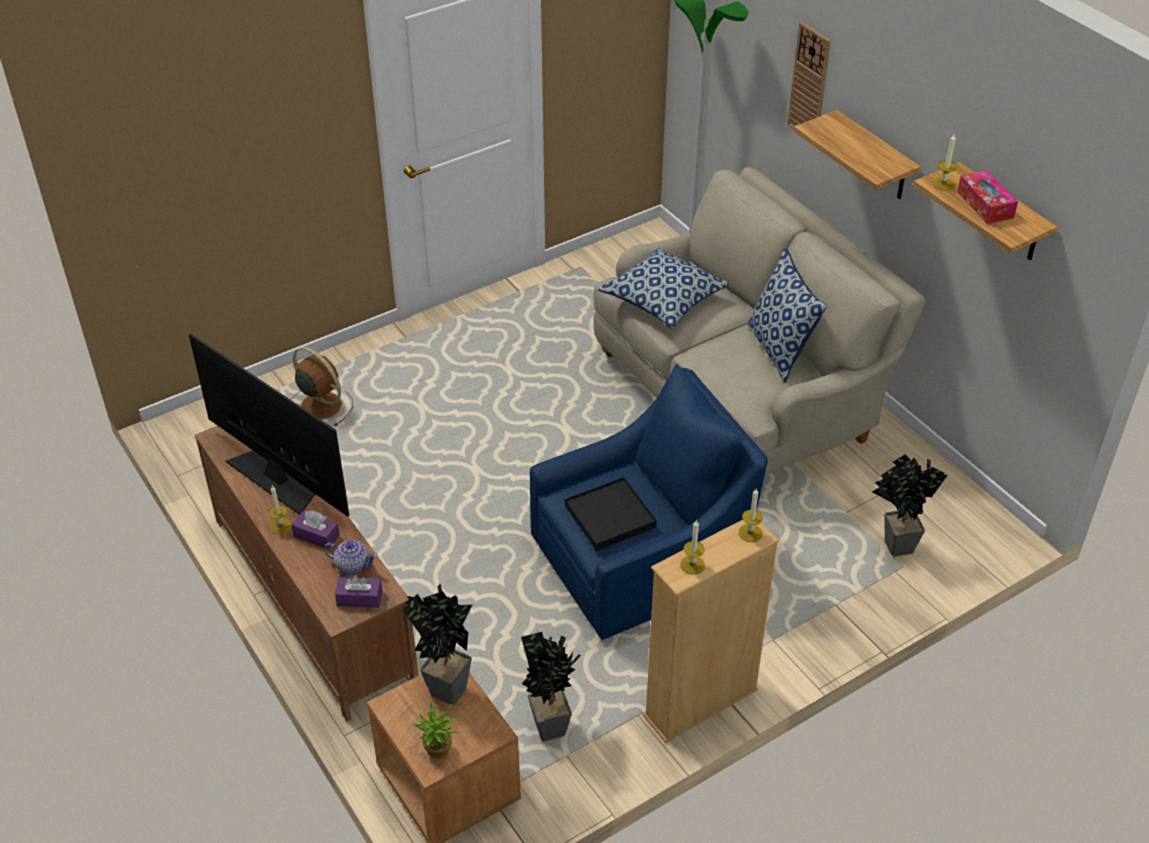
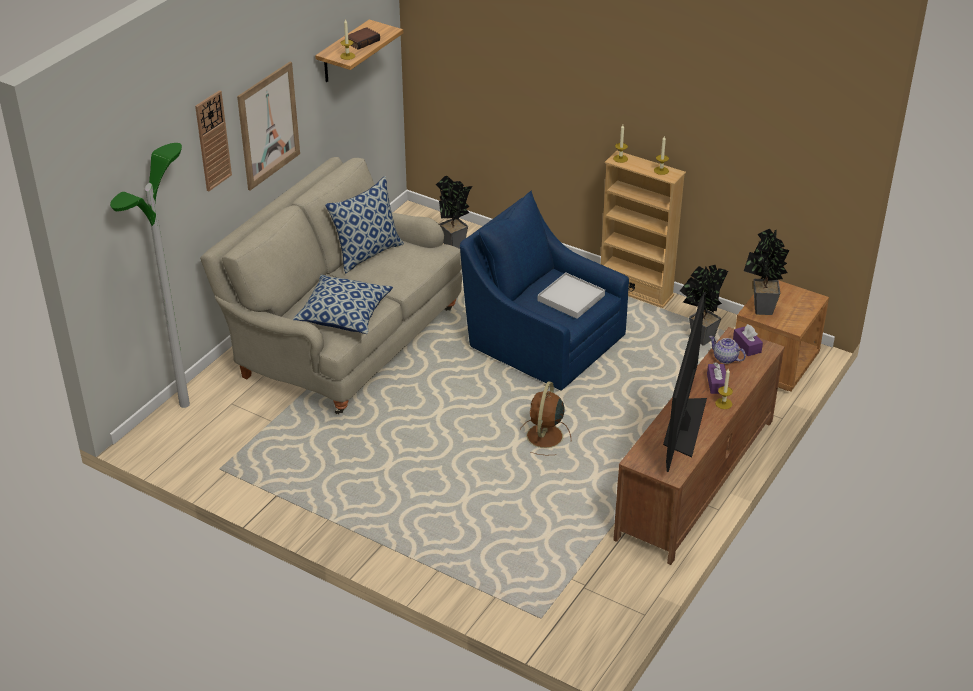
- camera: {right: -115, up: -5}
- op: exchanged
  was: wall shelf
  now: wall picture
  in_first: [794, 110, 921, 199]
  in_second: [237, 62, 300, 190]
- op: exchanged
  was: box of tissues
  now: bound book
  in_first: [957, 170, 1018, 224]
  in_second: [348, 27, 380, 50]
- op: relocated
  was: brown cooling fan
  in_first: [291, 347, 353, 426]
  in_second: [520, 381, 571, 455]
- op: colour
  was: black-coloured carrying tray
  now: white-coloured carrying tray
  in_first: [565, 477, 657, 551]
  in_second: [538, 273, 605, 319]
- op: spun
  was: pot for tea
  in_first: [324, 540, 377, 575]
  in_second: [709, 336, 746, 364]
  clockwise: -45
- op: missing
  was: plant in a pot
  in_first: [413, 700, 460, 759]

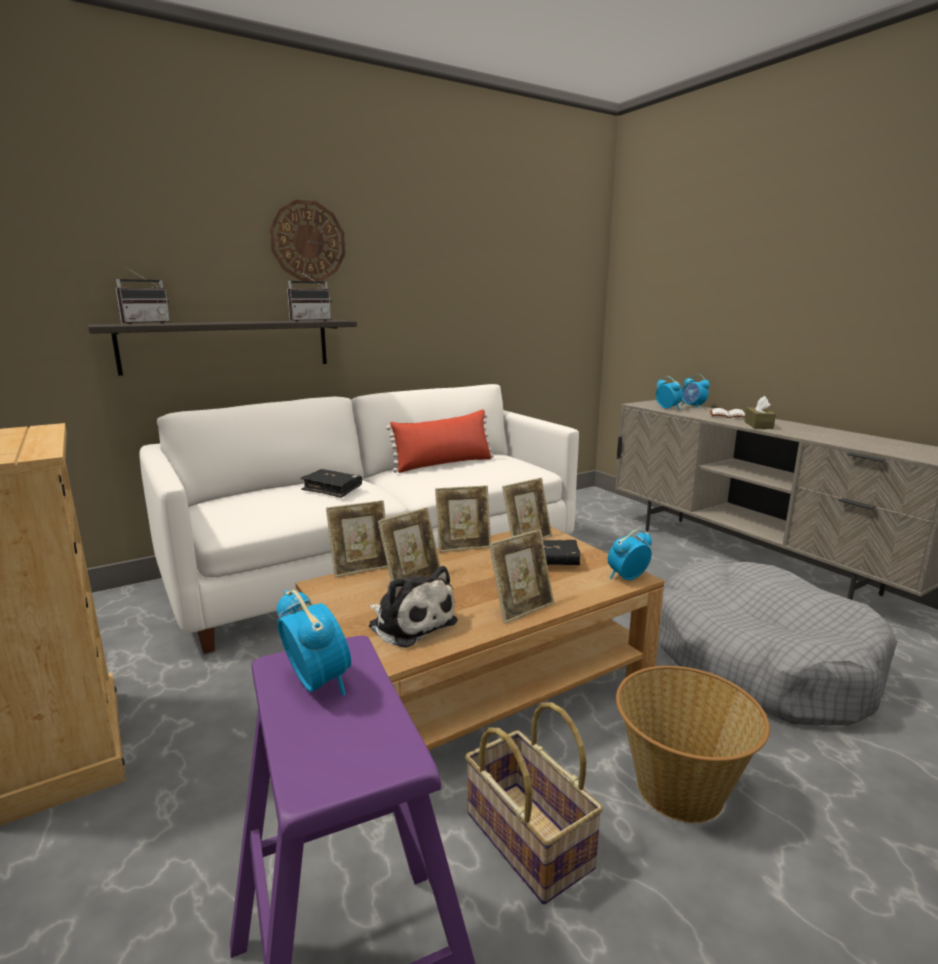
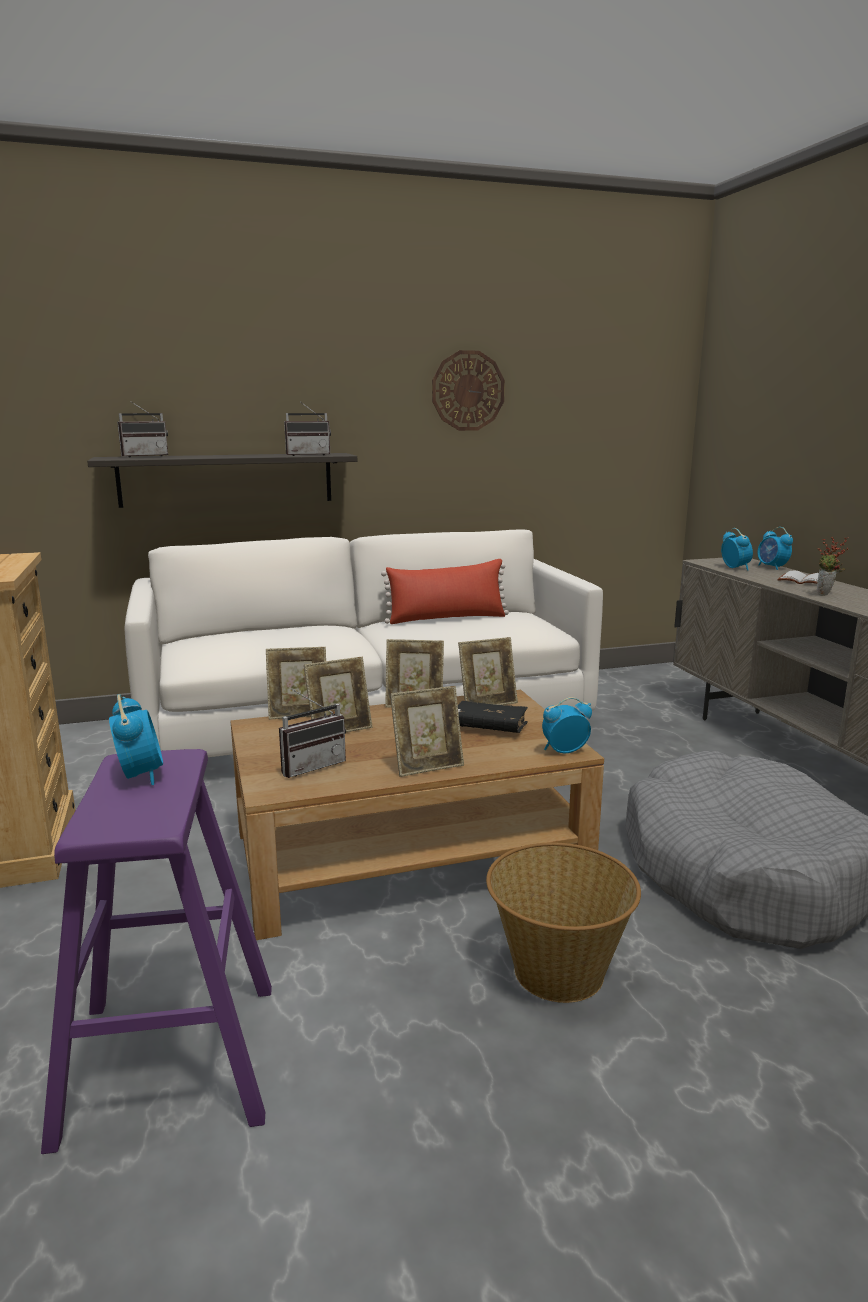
- camera: {right: 15, up: 0}
- op: exchanged
  was: plush toy
  now: radio receiver
  in_first: [369, 566, 458, 648]
  in_second: [279, 689, 346, 778]
- op: relocated
  was: hanging clock
  in_first: [270, 200, 345, 281]
  in_second: [432, 350, 505, 431]
- op: exchanged
  was: brown box of tissues
  now: plant in a pot
  in_first: [744, 396, 776, 429]
  in_second: [817, 537, 849, 596]
- op: missing
  was: black-coloured bound book
  in_first: [300, 469, 362, 498]
- op: missing
  was: storage basket
  in_first: [465, 702, 603, 905]

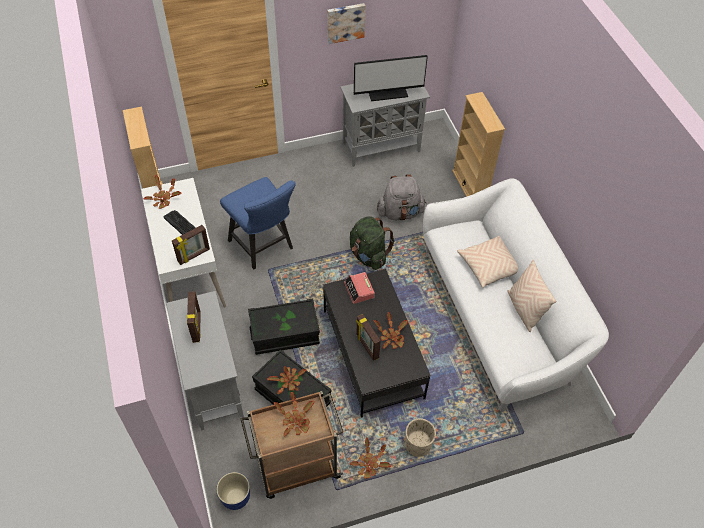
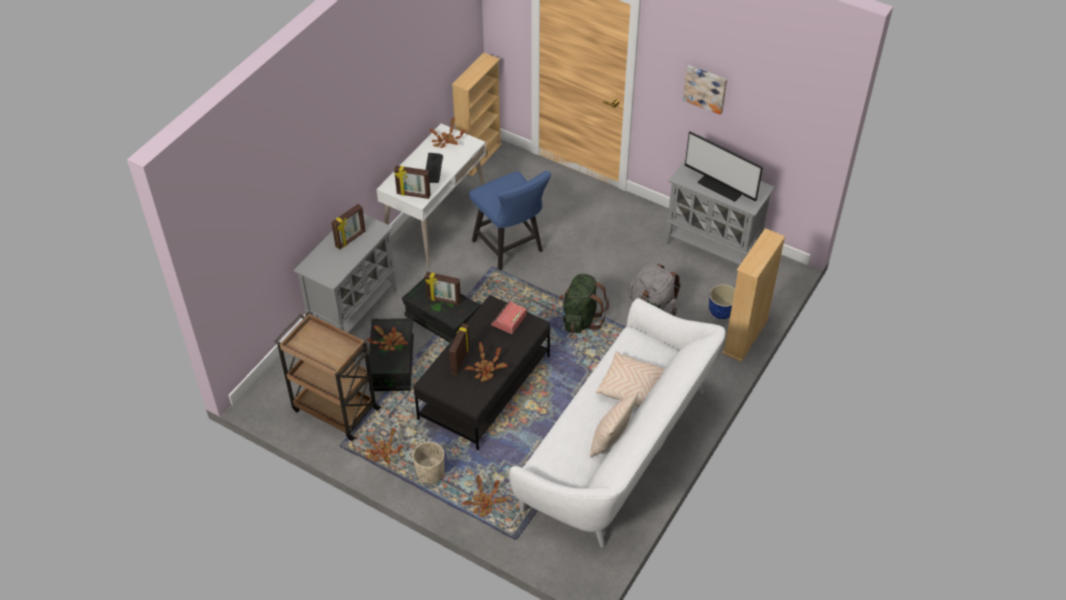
- camera: {right: 50, up: -5}
- op: appeared
  now: standing frame
  in_second: [425, 272, 461, 306]
- op: relocated
  was: plant in a pot
  in_first: [274, 392, 315, 436]
  in_second: [463, 475, 507, 517]
- op: spun
  was: blue-coloured chair
  in_first: [220, 177, 296, 269]
  in_second: [469, 171, 551, 270]
  clockwise: -45
- op: relocated
  was: plant pot
  in_first: [216, 472, 250, 510]
  in_second: [709, 284, 735, 319]

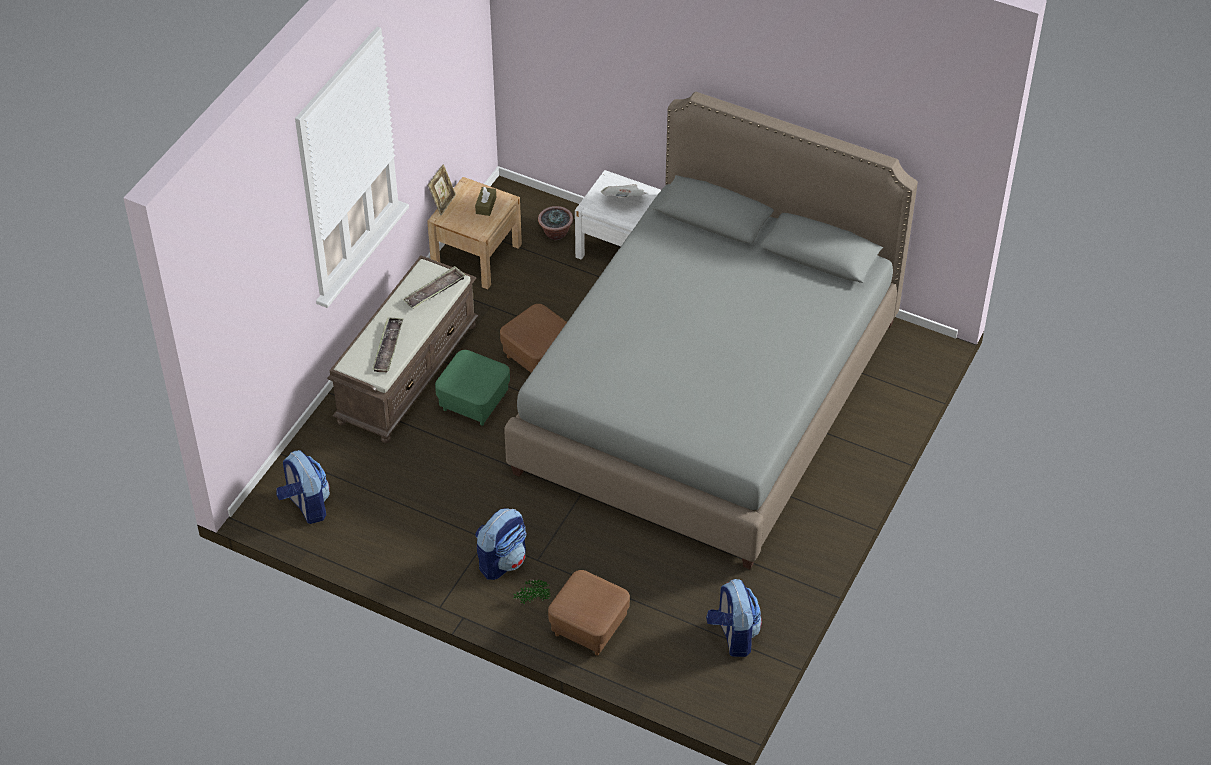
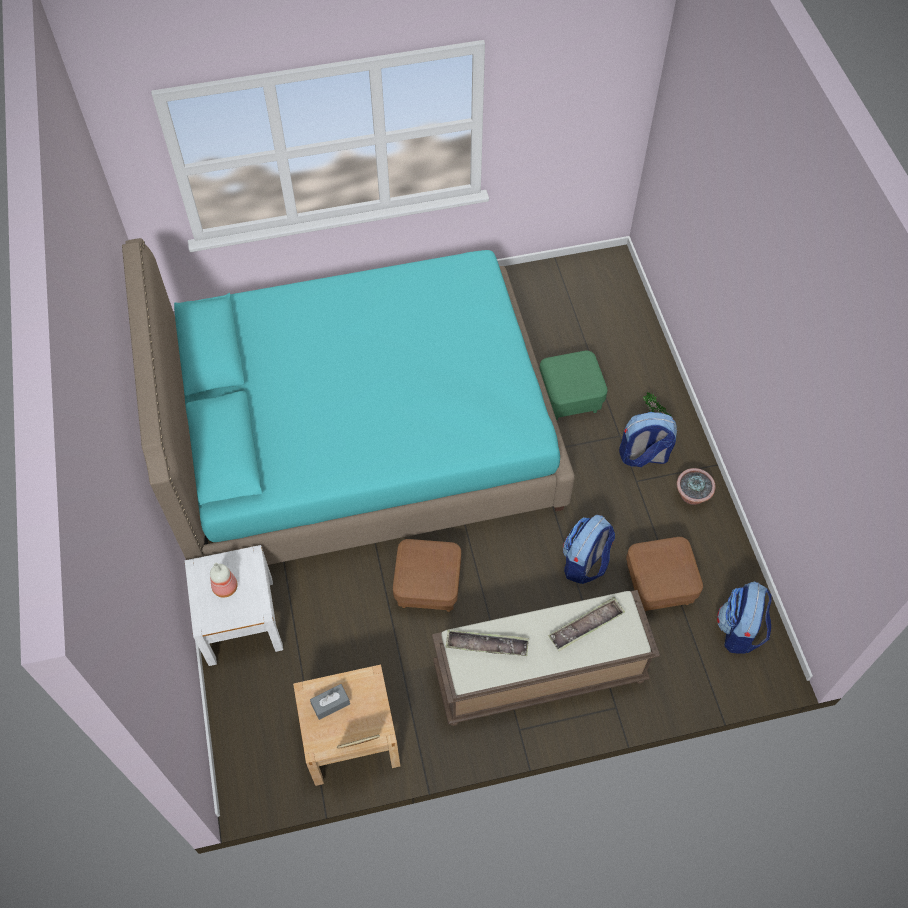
- camera: {right: -130, up: 10}
- op: colour
  was: greyish sleeping bed
  now: blue-green sleeping bed
  in_first: [504, 92, 918, 569]
  in_second: [122, 238, 575, 565]
- op: exchanged
  was: printed paper
  now: bottle
  in_first: [601, 184, 646, 198]
  in_second: [210, 563, 238, 598]
- op: colour
  was: brown box of tissues
  now: greyish box of tissues
  in_first: [475, 187, 496, 216]
  in_second: [310, 684, 350, 720]
- op: relocated
  was: green-coloured pouffe
  in_first: [435, 350, 510, 426]
  in_second: [539, 350, 608, 420]
- op: relocated
  was: knapsack
  in_first: [706, 579, 762, 657]
  in_second: [563, 515, 615, 584]
- op: relocated
  was: brown pouffe
  in_first: [548, 570, 630, 655]
  in_second: [626, 537, 703, 611]
- op: relocated
  was: plant in a pot
  in_first: [538, 206, 573, 240]
  in_second: [677, 468, 716, 505]

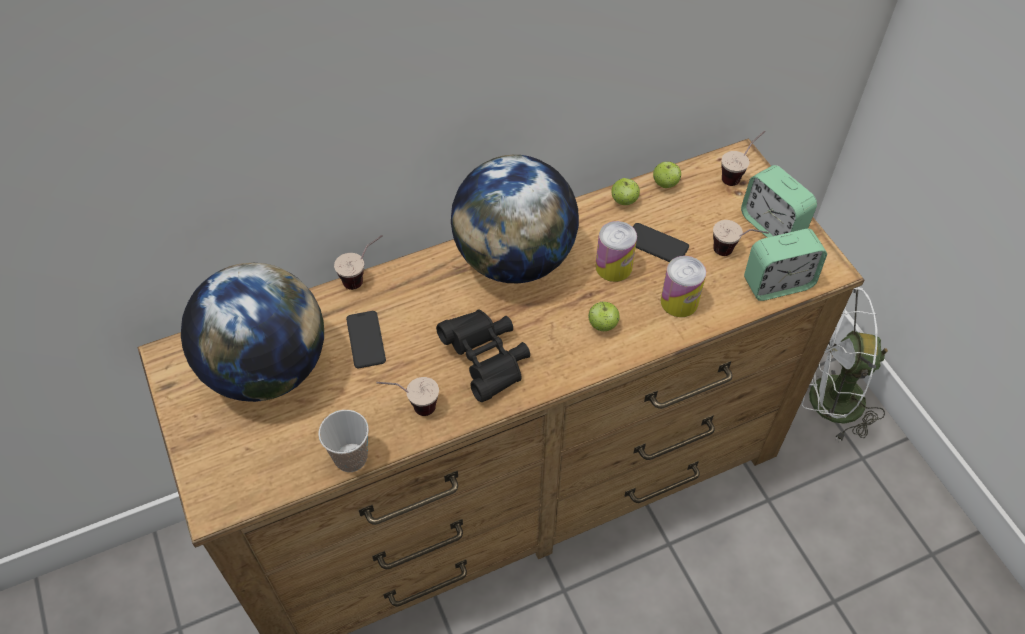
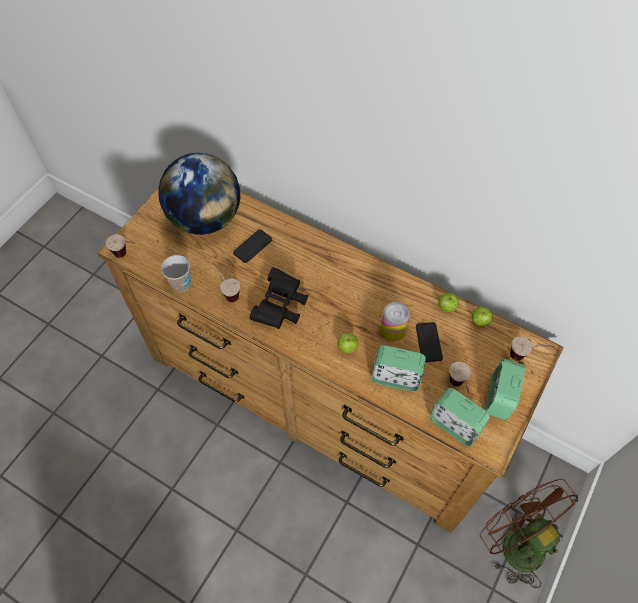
- camera: {right: 55, up: 5}
- op: relocated
  was: drinking cup
  in_first: [334, 235, 383, 290]
  in_second: [106, 234, 134, 258]
- op: exchanged
  was: sealed can
  now: alarm clock
  in_first: [661, 256, 706, 317]
  in_second: [372, 345, 426, 392]
- op: colour
  was: white-coloured cooling fan
  now: brown cooling fan
  in_first: [801, 287, 888, 443]
  in_second: [480, 479, 578, 588]
- op: missing
  was: desk globe
  in_first: [451, 155, 579, 283]

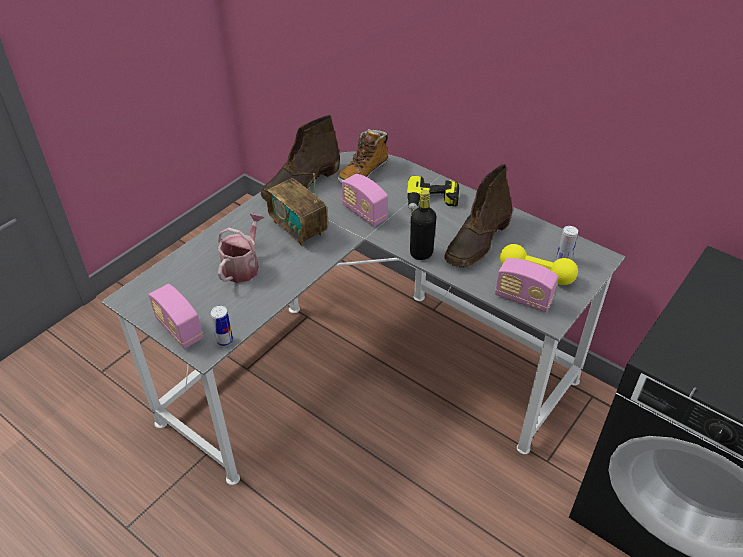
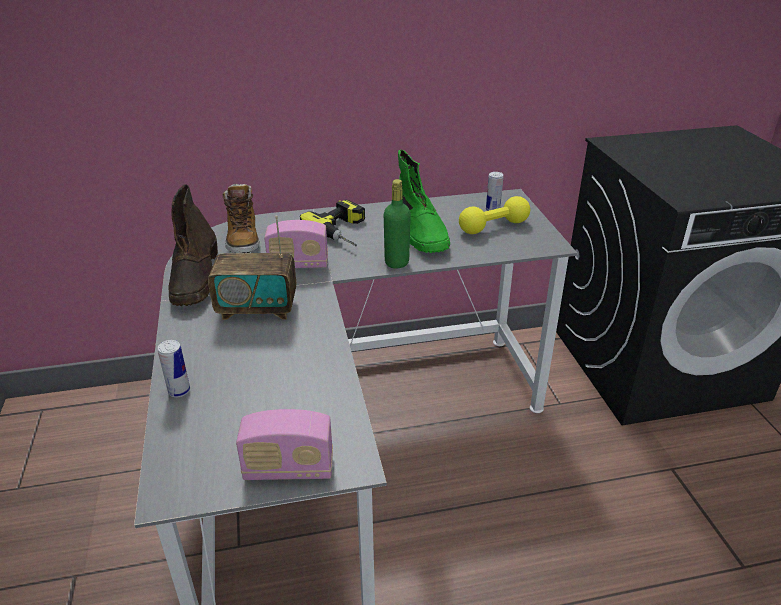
- camera: {right: -50, up: -10}
- op: relocated
  was: sealed can
  in_first: [211, 306, 233, 346]
  in_second: [158, 340, 190, 398]
- op: colour
  was: black-coloured bottle
  now: green-coloured bottle
  in_first: [410, 190, 437, 260]
  in_second: [384, 179, 411, 269]
- op: colour
  was: brown tall boot
  now: green-coloured tall boot
  in_first: [444, 164, 513, 267]
  in_second: [398, 150, 450, 253]
- op: missing
  was: sprinkling can
  in_first: [218, 213, 264, 283]
- op: missing
  was: radio receiver
  in_first: [495, 258, 558, 313]

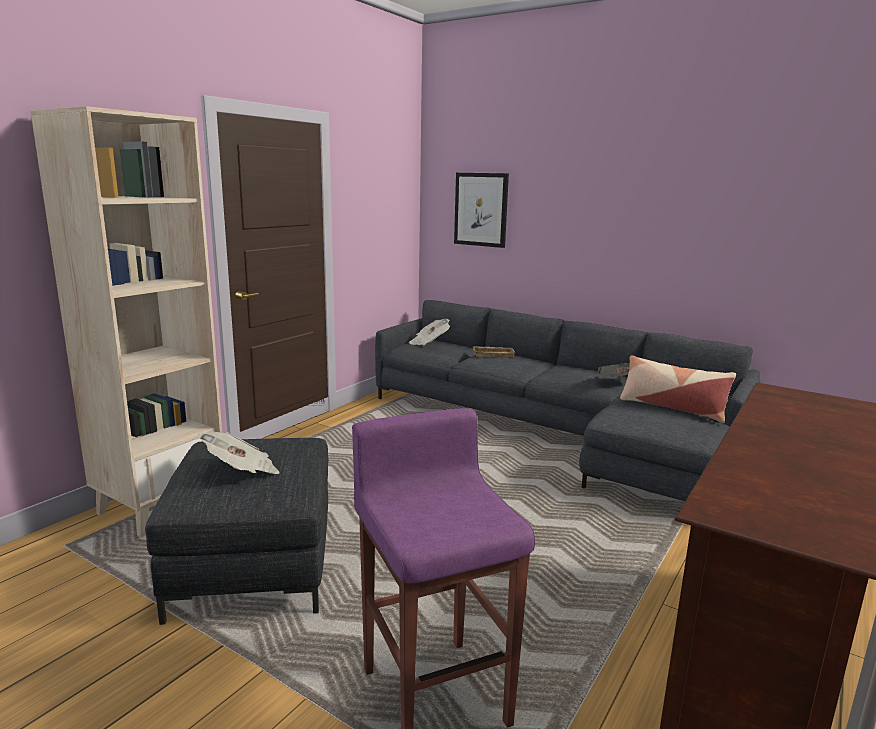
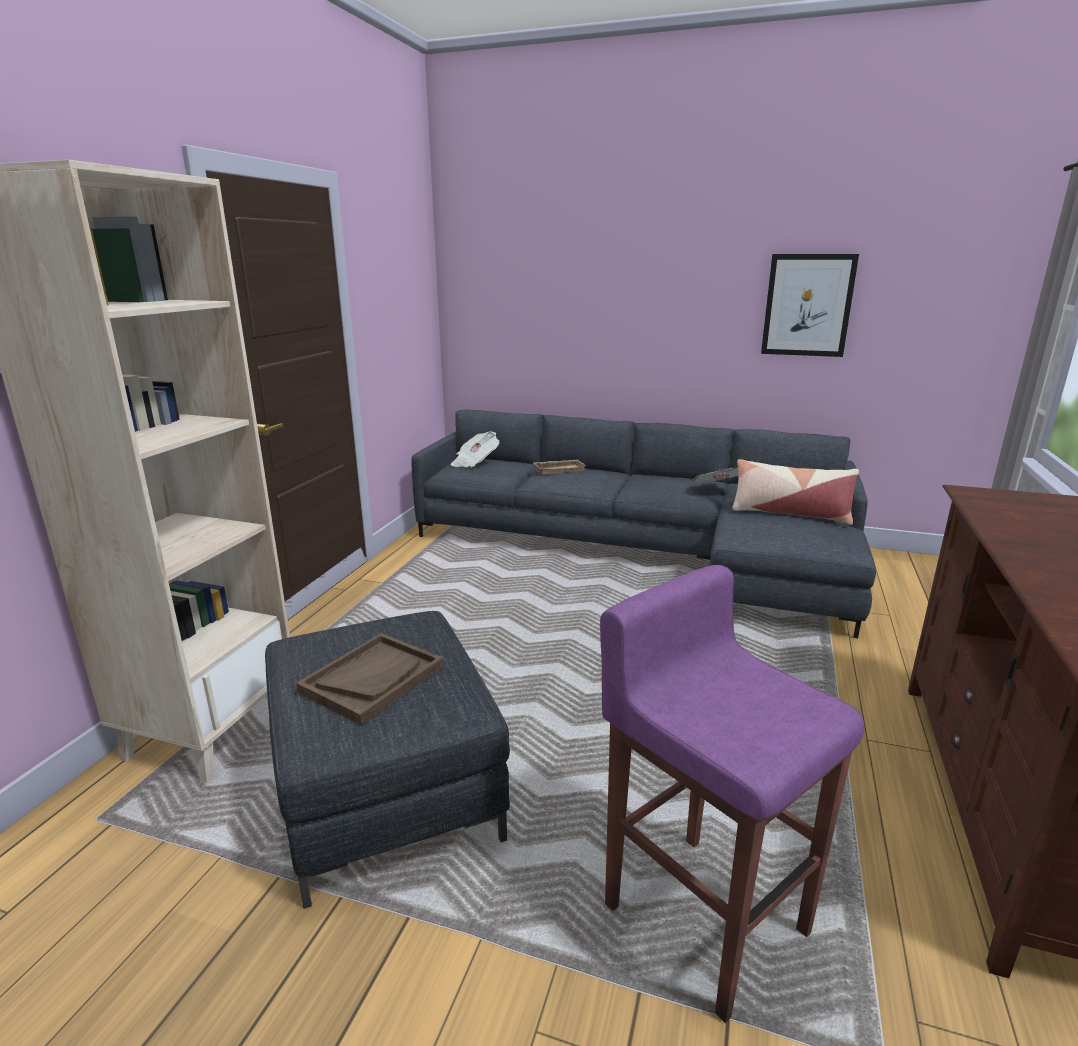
- camera: {right: -15, up: 5}
- op: exchanged
  was: printed paper
  now: brown carrying tray
  in_first: [198, 432, 280, 474]
  in_second: [296, 633, 443, 725]
- op: relocated
  was: wall picture
  in_first: [454, 173, 509, 248]
  in_second: [761, 254, 859, 357]

